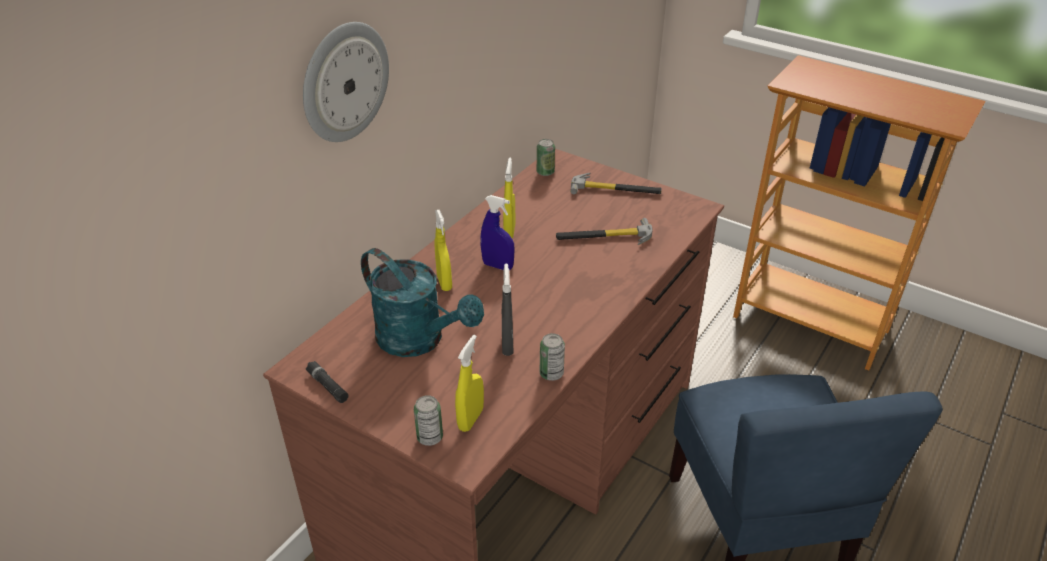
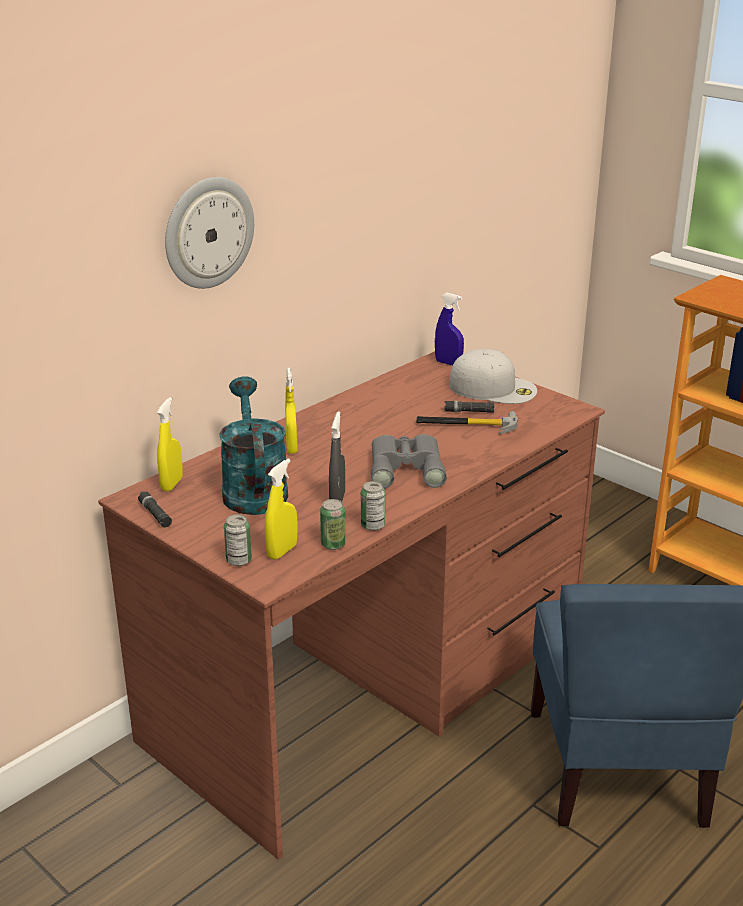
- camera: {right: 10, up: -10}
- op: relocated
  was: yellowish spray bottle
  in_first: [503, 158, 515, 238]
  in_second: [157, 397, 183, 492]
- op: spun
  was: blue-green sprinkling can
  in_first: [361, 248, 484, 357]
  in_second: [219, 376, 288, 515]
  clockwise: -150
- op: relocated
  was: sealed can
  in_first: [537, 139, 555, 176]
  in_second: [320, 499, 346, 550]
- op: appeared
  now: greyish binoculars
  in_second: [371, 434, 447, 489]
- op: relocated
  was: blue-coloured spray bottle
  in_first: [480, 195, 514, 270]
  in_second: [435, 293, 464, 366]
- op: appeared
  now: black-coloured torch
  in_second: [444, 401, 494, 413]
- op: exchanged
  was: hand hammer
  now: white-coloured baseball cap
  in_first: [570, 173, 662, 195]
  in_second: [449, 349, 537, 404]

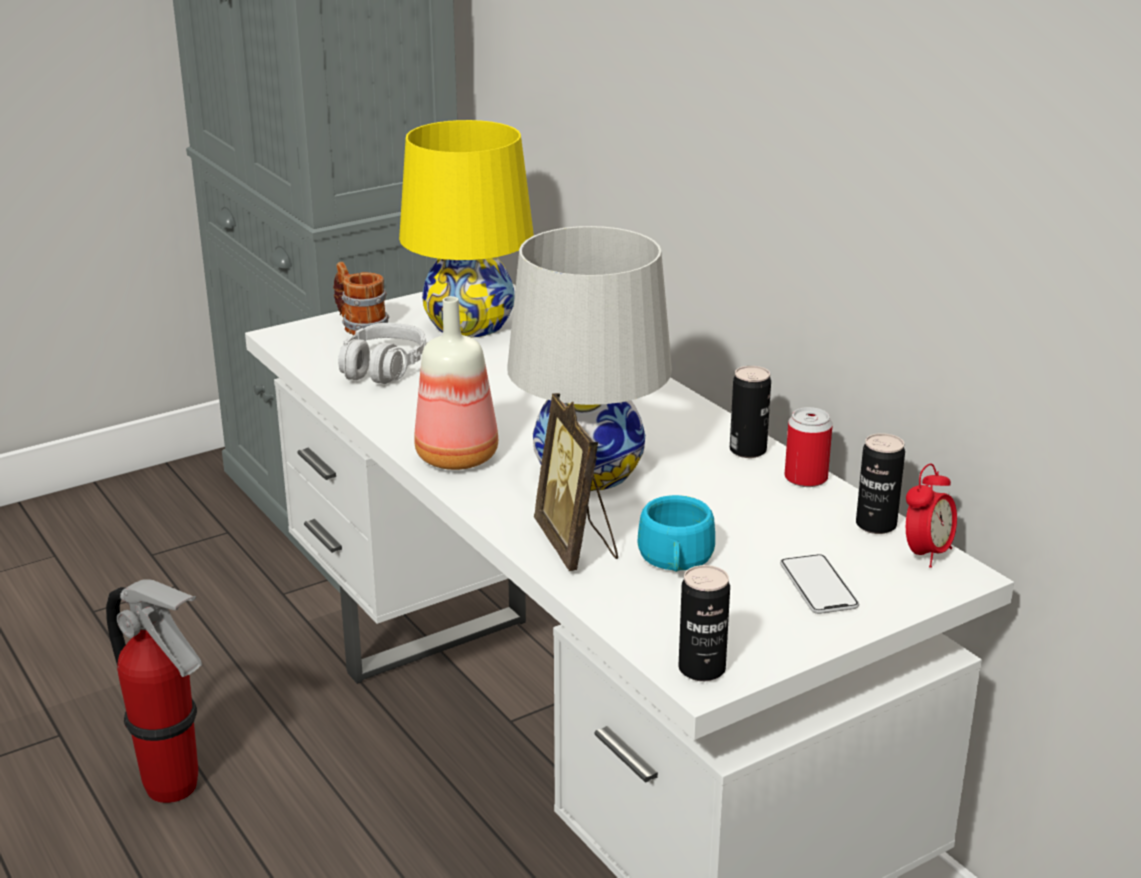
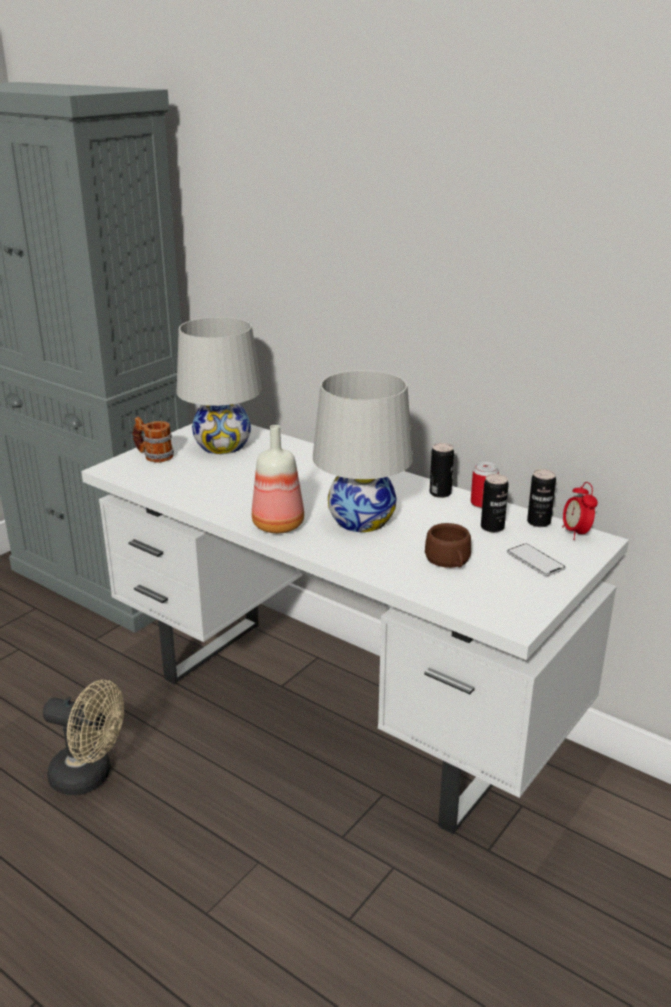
- camera: {right: -20, up: 0}
- op: exchanged
  was: fire-fighting cylinder
  now: beige-coloured cooling fan
  in_first: [106, 579, 202, 803]
  in_second: [43, 680, 124, 795]
- op: colour
  was: yellowish table lamp
  now: white-coloured table lamp
  in_first: [399, 120, 534, 338]
  in_second: [176, 317, 262, 454]
- op: colour
  was: blue-green drinking cup
  now: brown drinking cup
  in_first: [637, 495, 715, 572]
  in_second: [425, 523, 471, 568]
- op: relocated
  was: sealed can
  in_first: [679, 565, 730, 681]
  in_second: [481, 474, 509, 532]
- op: spun
  was: alarm clock
  in_first: [906, 464, 957, 568]
  in_second: [562, 482, 598, 540]
  clockwise: 150
- op: missing
  was: greyish headphones
  in_first: [338, 323, 426, 384]
- op: missing
  was: standing frame
  in_first: [534, 393, 618, 571]

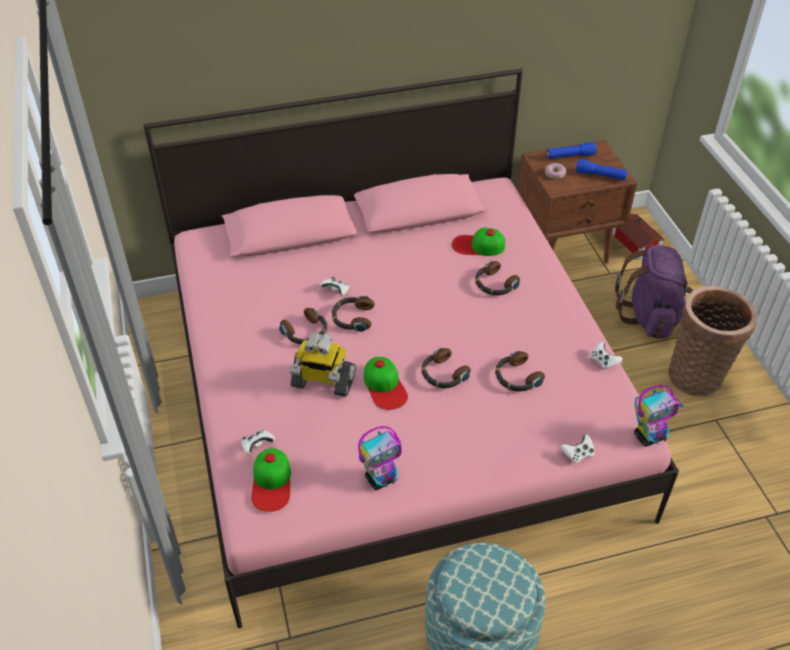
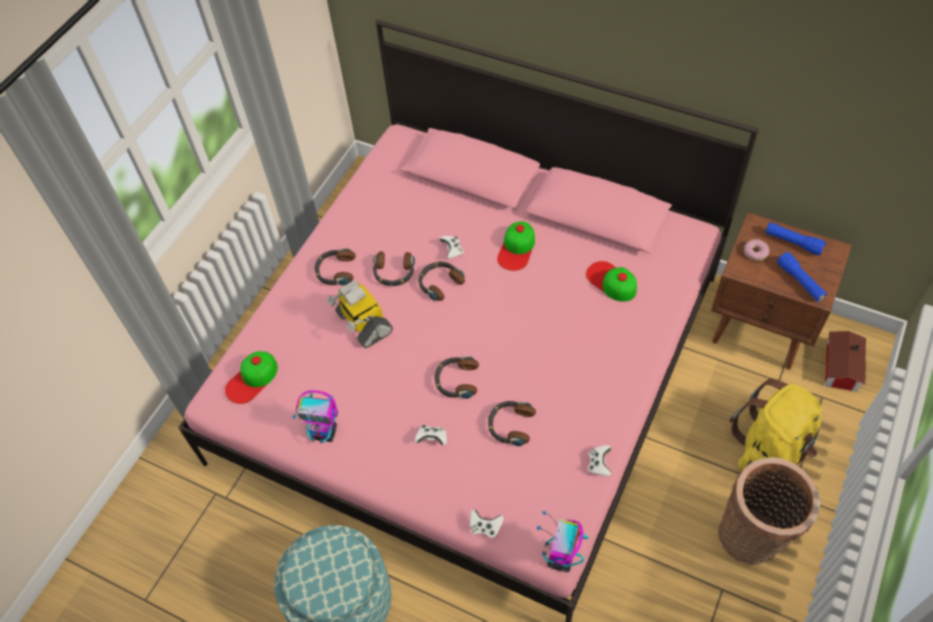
- camera: {right: 45, up: 10}
- op: relocated
  was: headphones
  in_first: [475, 261, 520, 295]
  in_second: [314, 248, 356, 285]
- op: relocated
  was: white-coloured joypad
  in_first: [241, 430, 275, 454]
  in_second: [415, 425, 447, 445]
- op: relocated
  was: baseball cap
  in_first: [364, 357, 408, 410]
  in_second: [497, 221, 535, 271]
- op: spun
  was: toy robot
  in_first: [634, 385, 683, 447]
  in_second: [537, 511, 589, 572]
  clockwise: 90
- op: colour
  was: purple-coloured knapsack
  now: yellowish knapsack
  in_first: [615, 245, 694, 339]
  in_second: [730, 379, 821, 471]

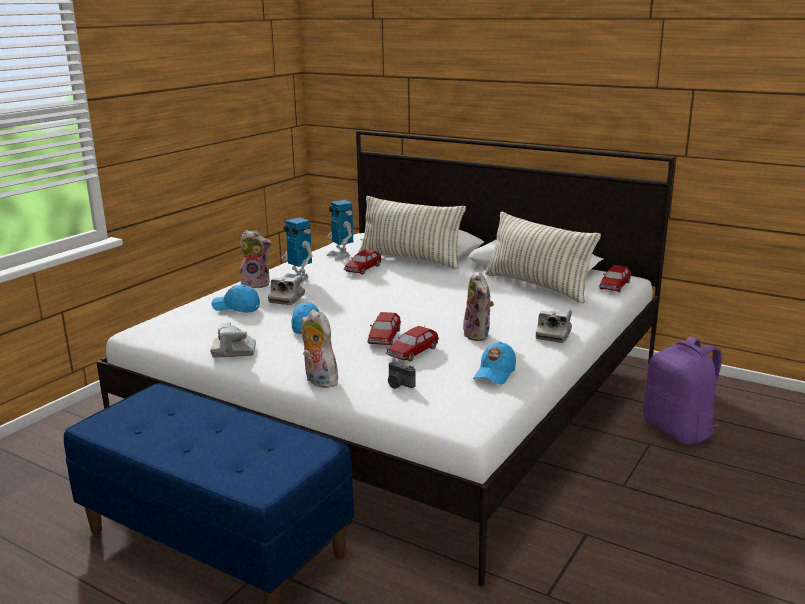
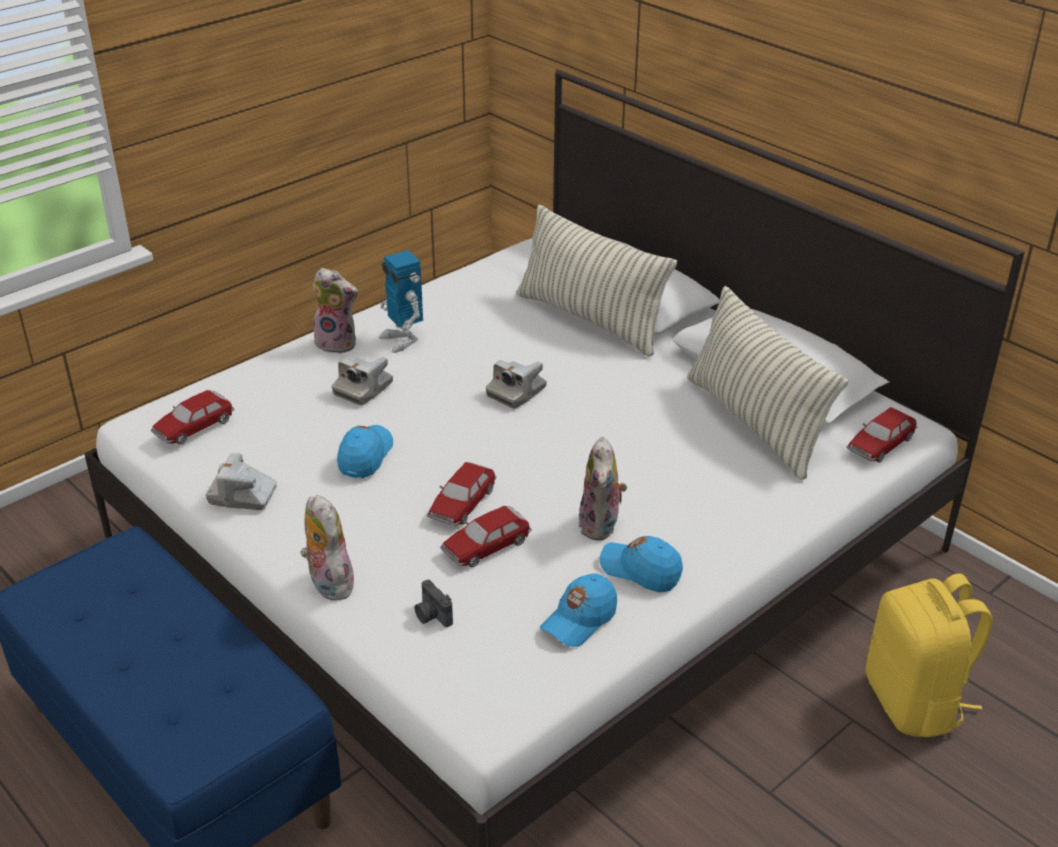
- camera: {right: 15, up: 15}
- op: relocated
  was: model car
  in_first: [344, 250, 382, 274]
  in_second: [151, 390, 235, 445]
- op: relocated
  was: still camera
  in_first: [536, 309, 572, 343]
  in_second: [486, 360, 547, 409]
- op: relocated
  was: blue-coloured baseball cap
  in_first: [211, 285, 260, 313]
  in_second: [599, 536, 683, 592]
- op: colour
  was: purple-coloured knapsack
  now: yellowish knapsack
  in_first: [643, 337, 722, 445]
  in_second: [866, 573, 992, 737]
- op: missing
  was: toy robot
  in_first: [326, 200, 353, 261]

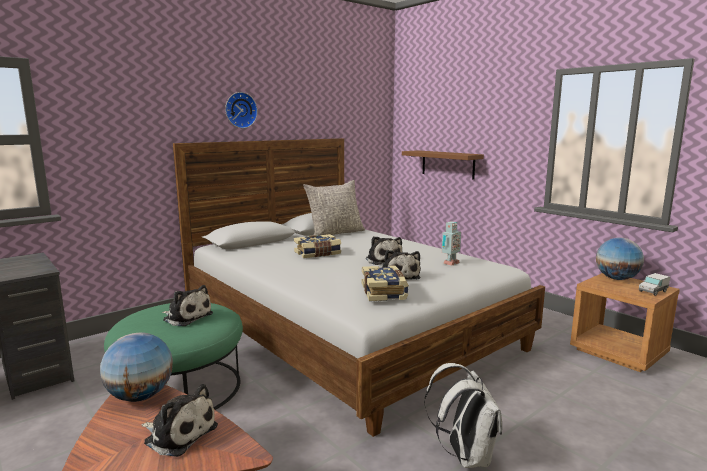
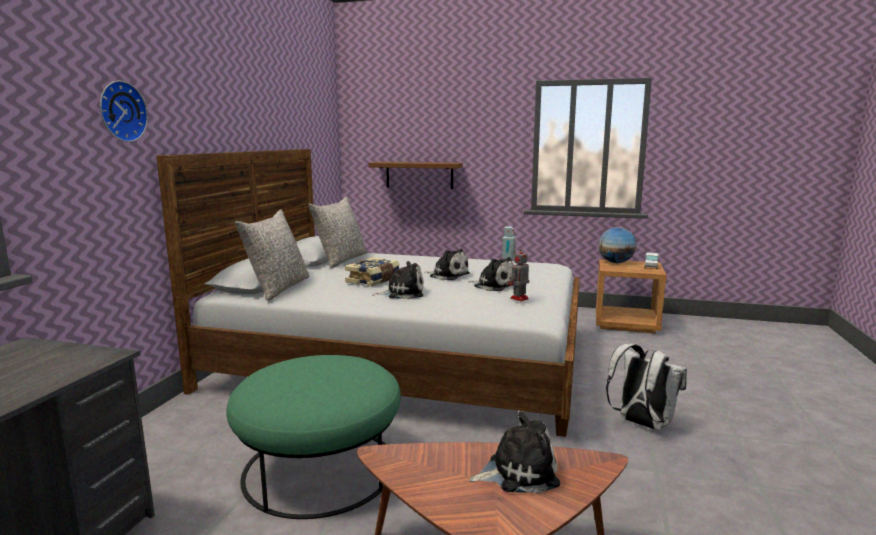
- camera: {right: -35, up: 0}
- op: relocated
  was: hanging clock
  in_first: [225, 92, 258, 128]
  in_second: [100, 81, 148, 142]
- op: appeared
  now: greyish pillow
  in_second: [235, 209, 309, 300]
- op: relocated
  was: plush toy
  in_first: [162, 285, 213, 326]
  in_second: [372, 261, 424, 299]
- op: exchanged
  was: bound book
  now: toy robot
  in_first: [362, 265, 409, 301]
  in_second: [508, 247, 529, 301]
- op: missing
  was: desk globe
  in_first: [100, 333, 173, 402]

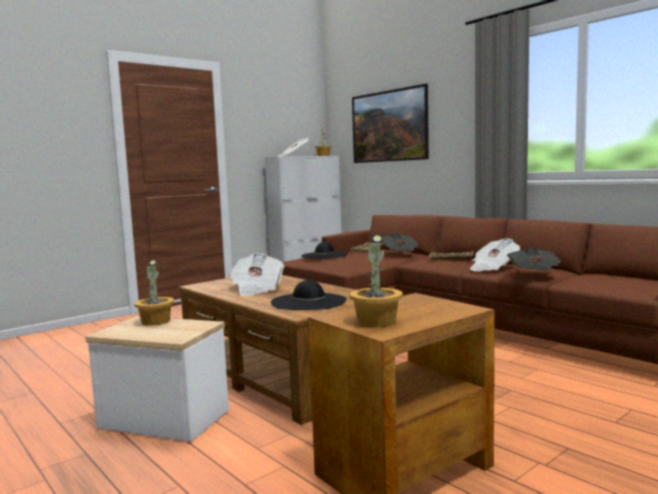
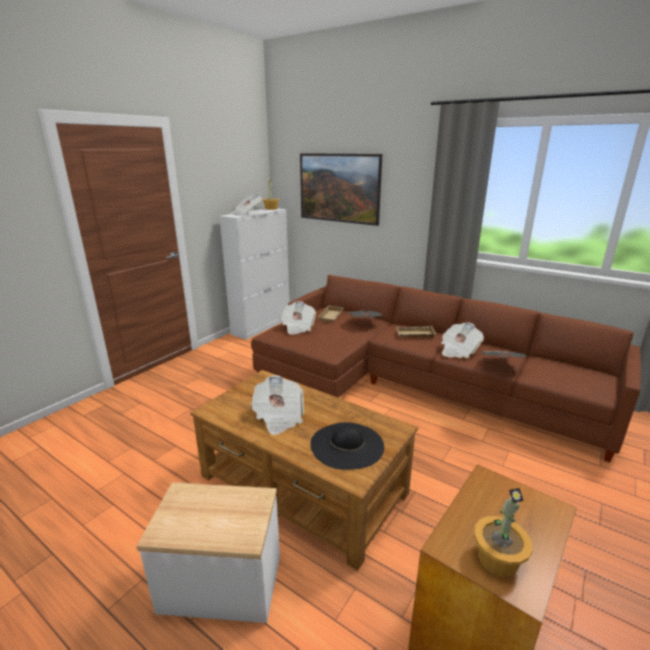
- camera: {right: -15, up: 15}
- op: exchanged
  was: black-coloured wearable hat
  now: printed paper
  in_first: [301, 242, 348, 259]
  in_second: [281, 301, 316, 335]
- op: missing
  was: plant in a pot
  in_first: [134, 259, 174, 326]

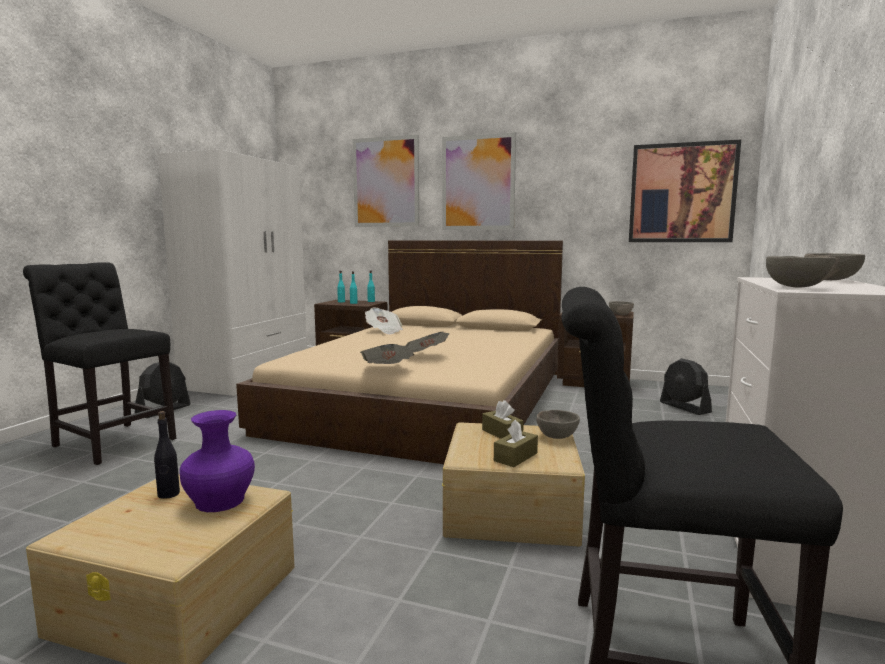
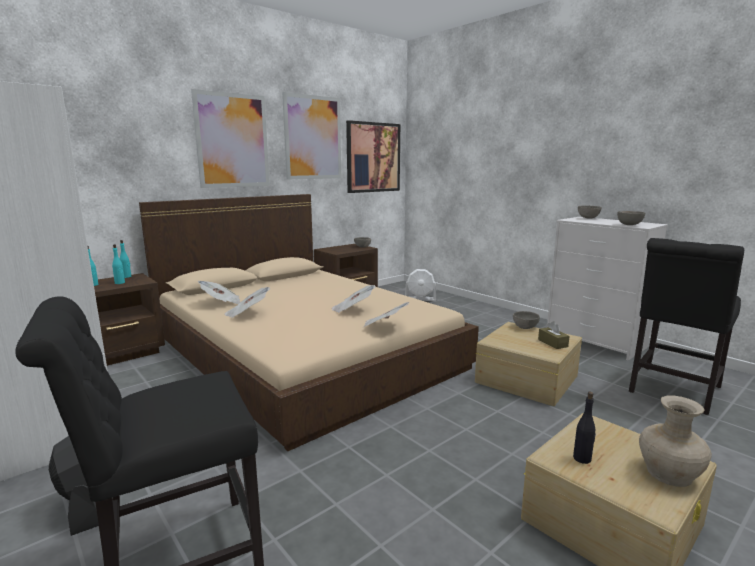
- camera: {right: -60, up: 5}
- op: appeared
  now: printed paper
  in_second: [225, 287, 270, 318]
- op: relocated
  was: wall picture
  in_first: [352, 135, 419, 227]
  in_second: [282, 92, 341, 179]
- op: colour
  was: black-coloured cooling fan
  now: white-coloured cooling fan
  in_first: [660, 358, 712, 415]
  in_second: [405, 269, 436, 301]
- op: appeared
  now: beige-coloured flower vase
  in_second: [639, 396, 712, 487]
- op: missing
  was: purple-coloured flower vase
  in_first: [180, 410, 255, 512]
- op: missing
  was: brown box of tissues
  in_first: [482, 400, 524, 439]

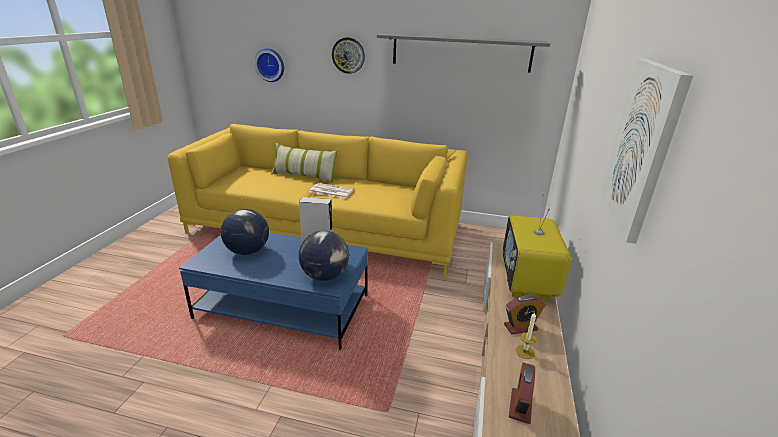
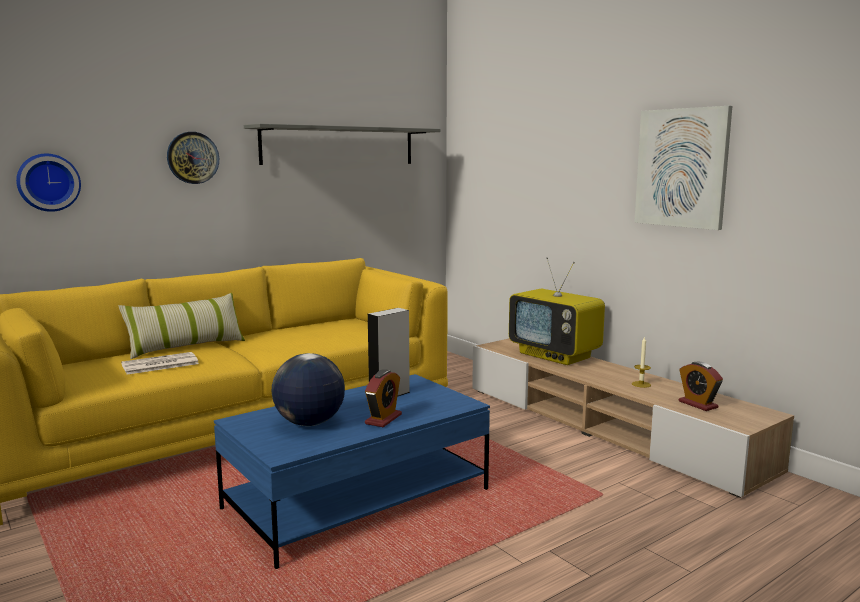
- camera: {right: -50, up: -15}
- op: relocated
  was: printed paper
  in_first: [309, 183, 354, 198]
  in_second: [121, 352, 199, 375]
- op: relocated
  was: alarm clock
  in_first: [504, 295, 545, 335]
  in_second: [365, 369, 402, 427]
- op: missing
  was: desk globe
  in_first: [299, 231, 349, 281]

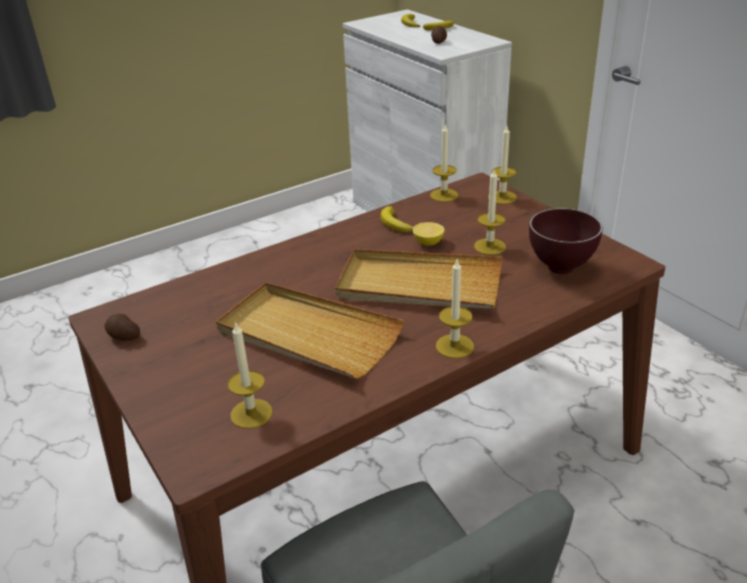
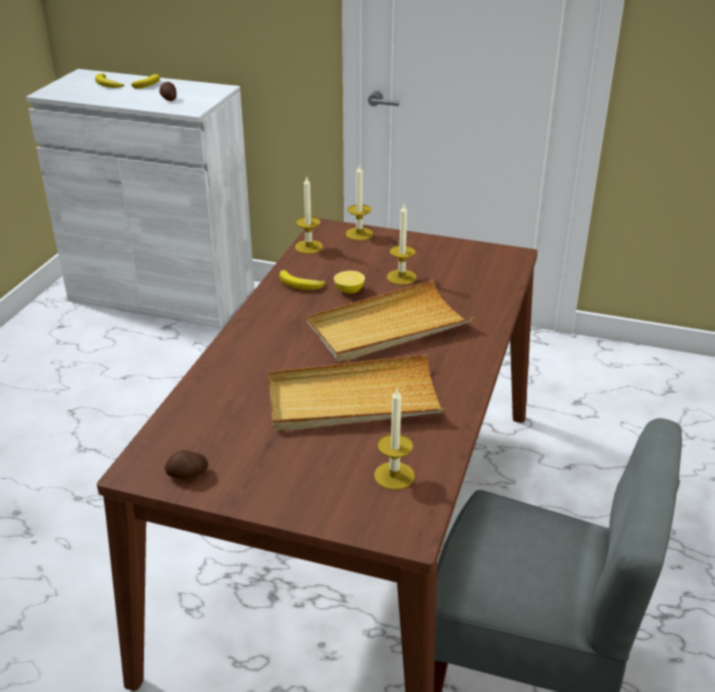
- camera: {right: -40, up: 0}
- op: missing
  was: wax candle
  in_first: [436, 260, 474, 358]
- op: missing
  was: brown serving bowl
  in_first: [529, 208, 603, 274]

